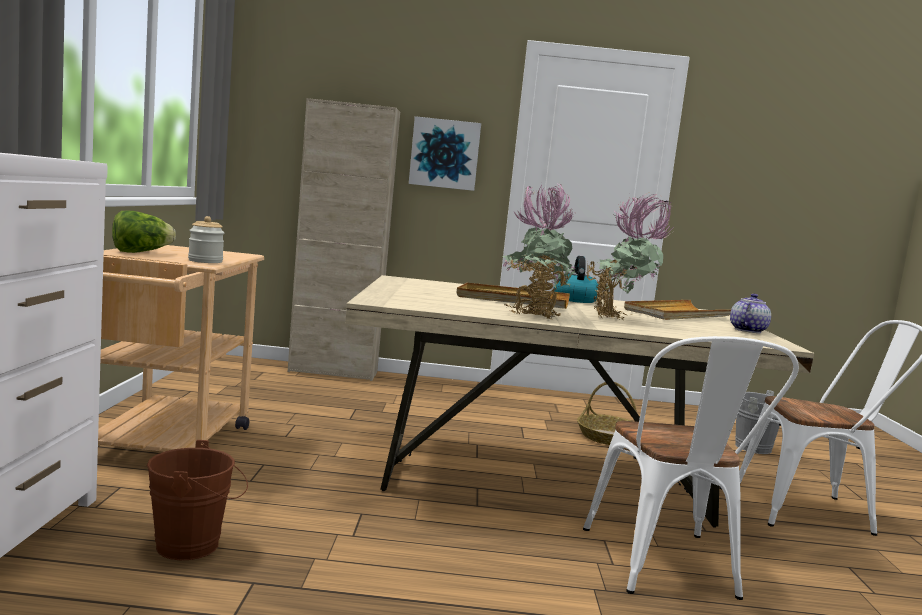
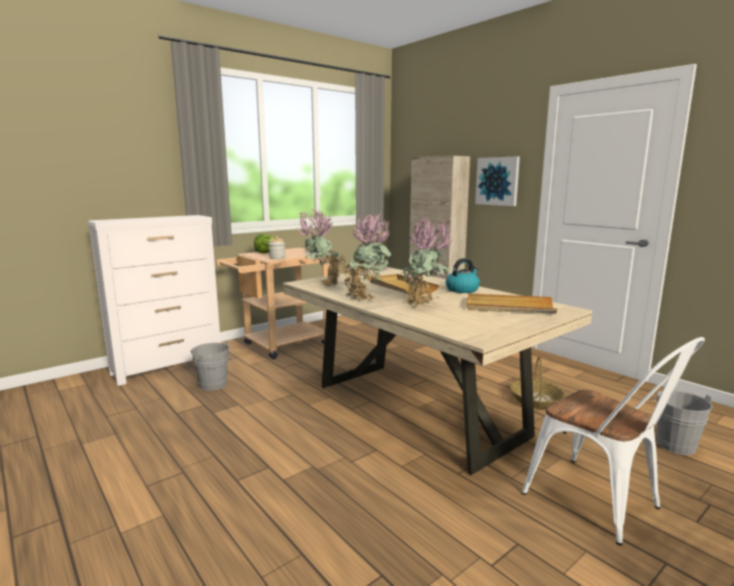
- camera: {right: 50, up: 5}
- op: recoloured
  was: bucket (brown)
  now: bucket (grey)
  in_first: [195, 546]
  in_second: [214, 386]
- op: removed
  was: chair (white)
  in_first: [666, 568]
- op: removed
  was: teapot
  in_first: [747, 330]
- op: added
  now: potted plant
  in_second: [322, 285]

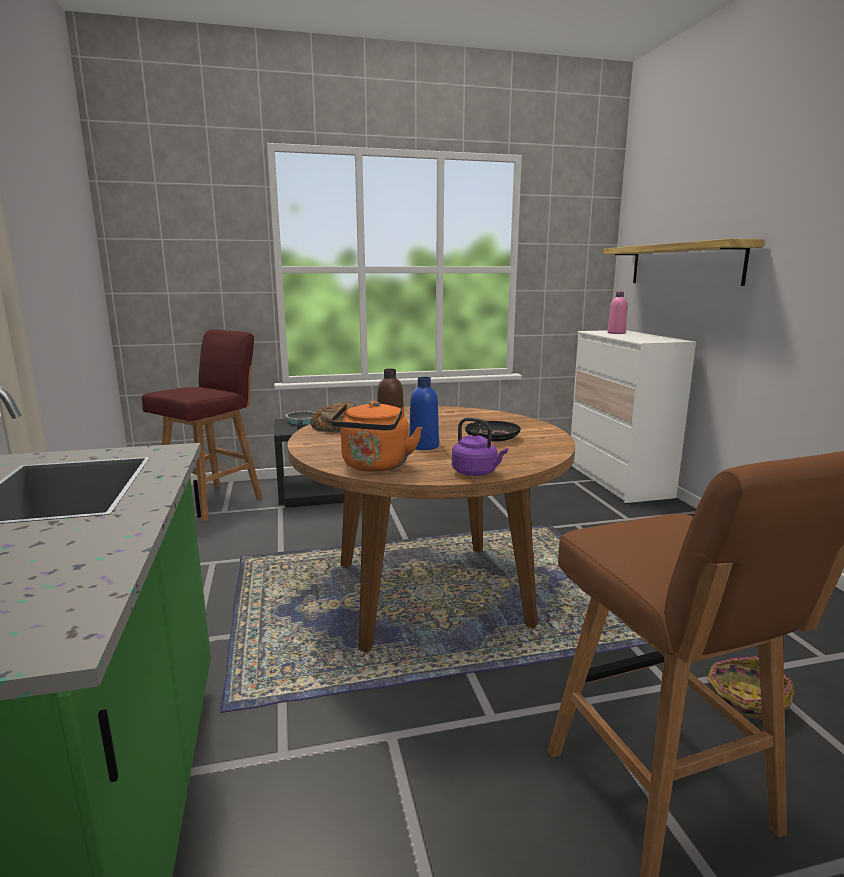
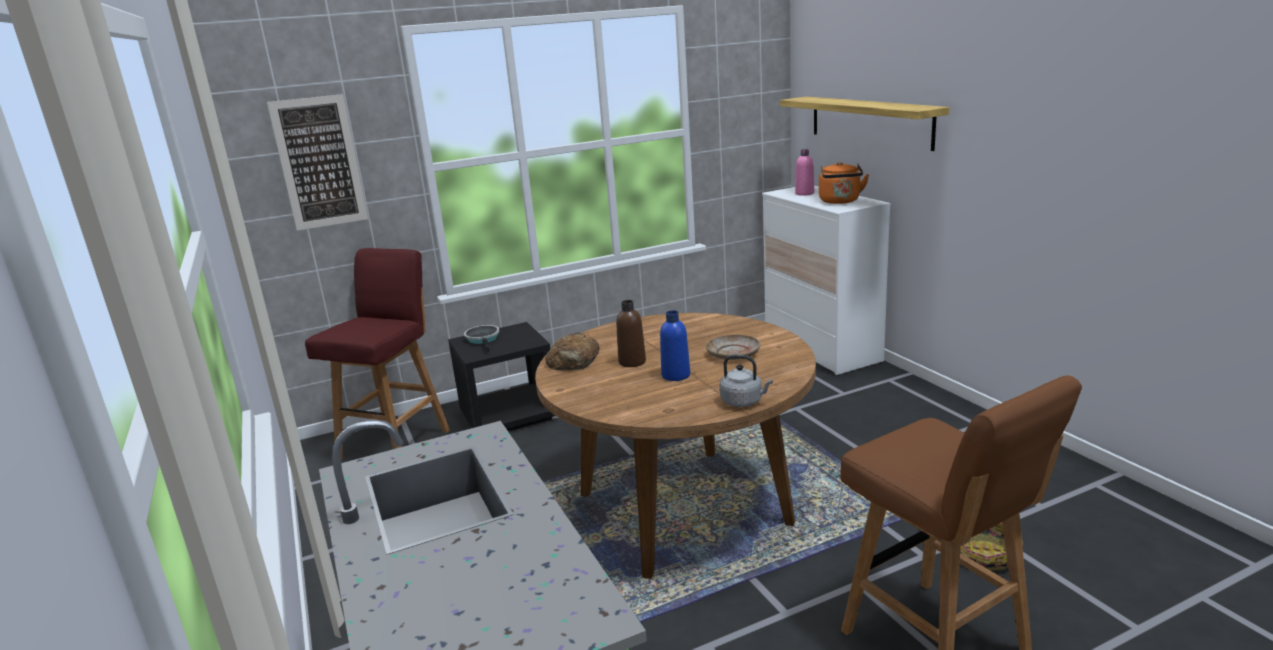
- camera: {right: -10, up: 5}
- op: moved
  was: kettle (orange)
  in_first: [374, 466]
  in_second: [840, 201]
- op: recoloured
  was: kettle (purple)
  now: kettle (grey)
  in_first: [476, 473]
  in_second: [743, 402]
- op: recoloured
  was: plate (black)
  now: plate (beige)
  in_first: [492, 438]
  in_second: [733, 354]
- op: added
  now: picture
  in_second: [319, 163]

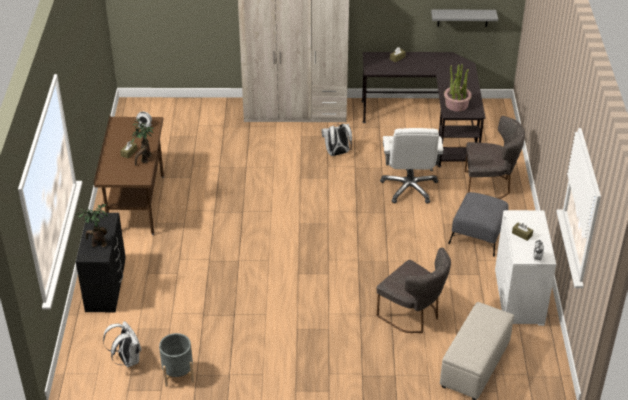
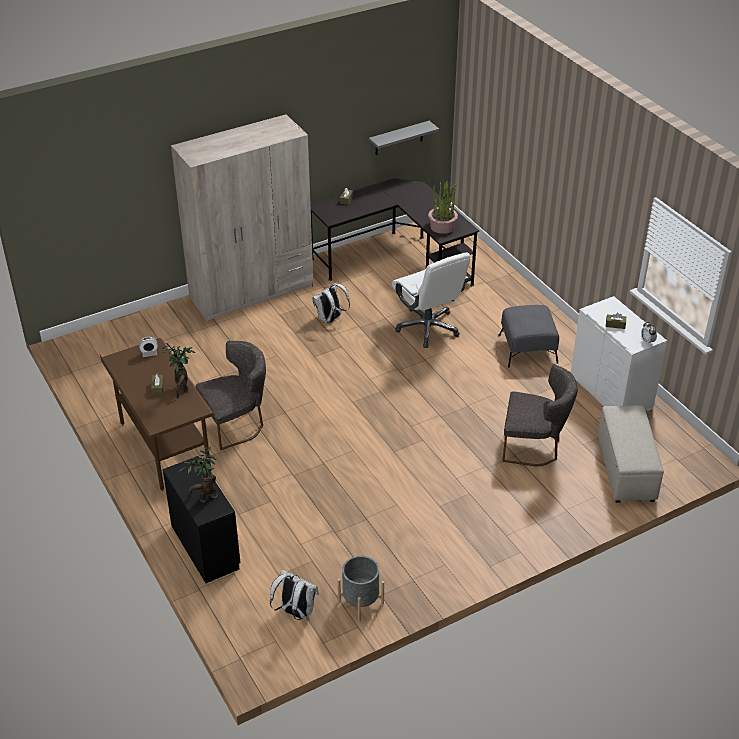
- camera: {right: -30, up: 0}
- op: moved
  was: chair (grey)
  in_first: [489, 186]
  in_second: [237, 425]

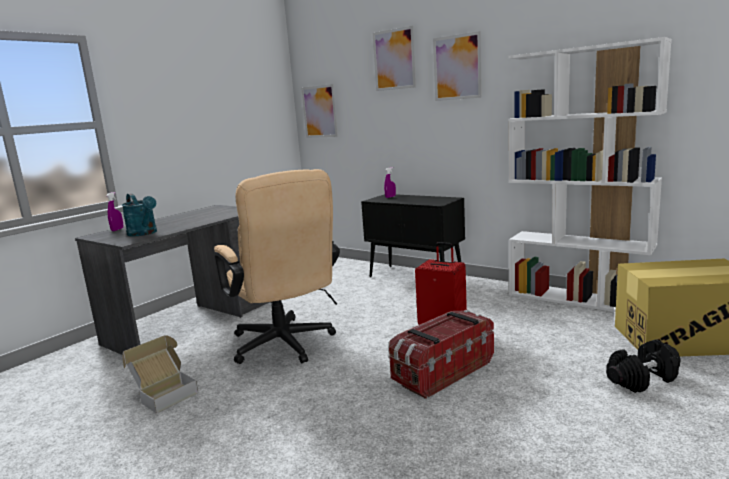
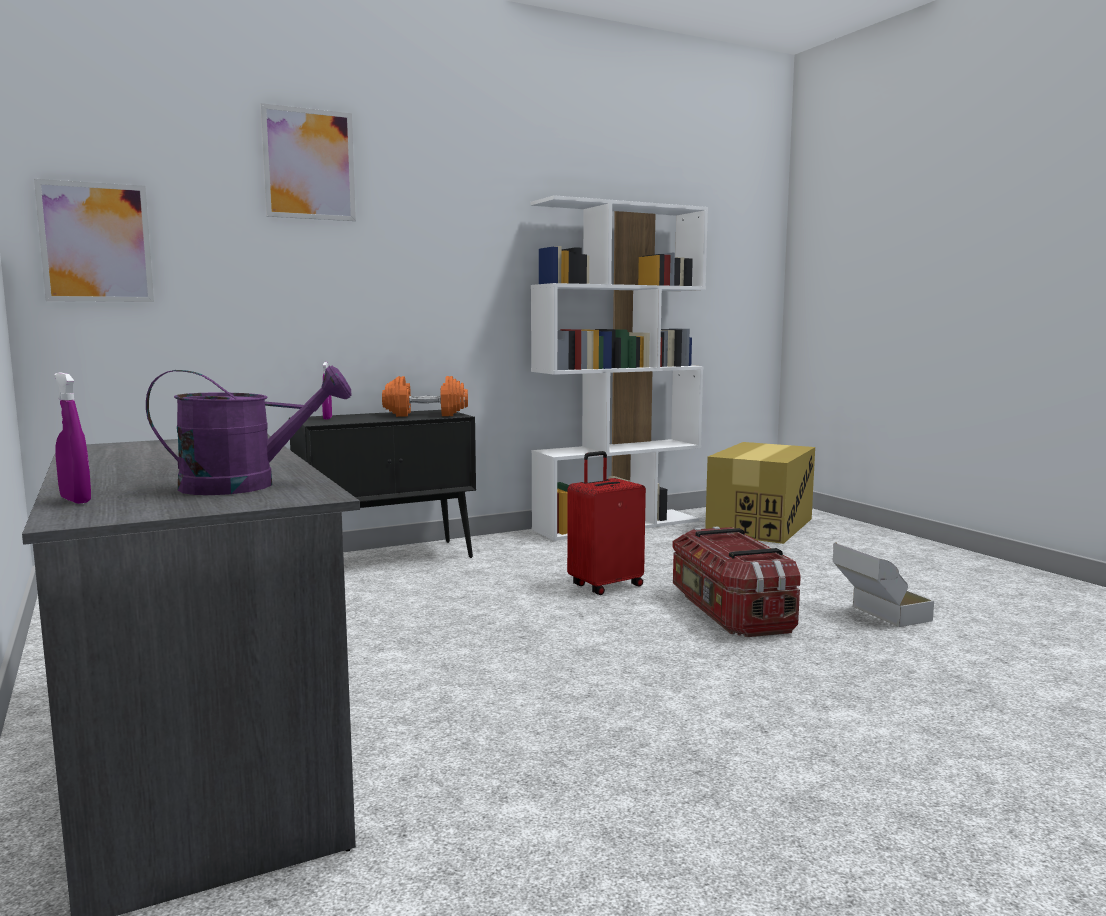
- camera: {right: -65, up: -5}
- op: recoloured
  was: watering can (turquoise)
  now: watering can (purple)
  in_first: [144, 233]
  in_second: [246, 485]
- op: moved
  was: cardboard box
  in_first: [164, 394]
  in_second: [878, 616]
- op: removed
  was: office chair (beige)
  in_first: [286, 346]
- op: removed
  was: picture
  in_first: [457, 67]
- op: removed
  was: dumbbell (black)
  in_first: [642, 380]
- op: added
  now: dumbbell (orange)
  in_second: [426, 414]

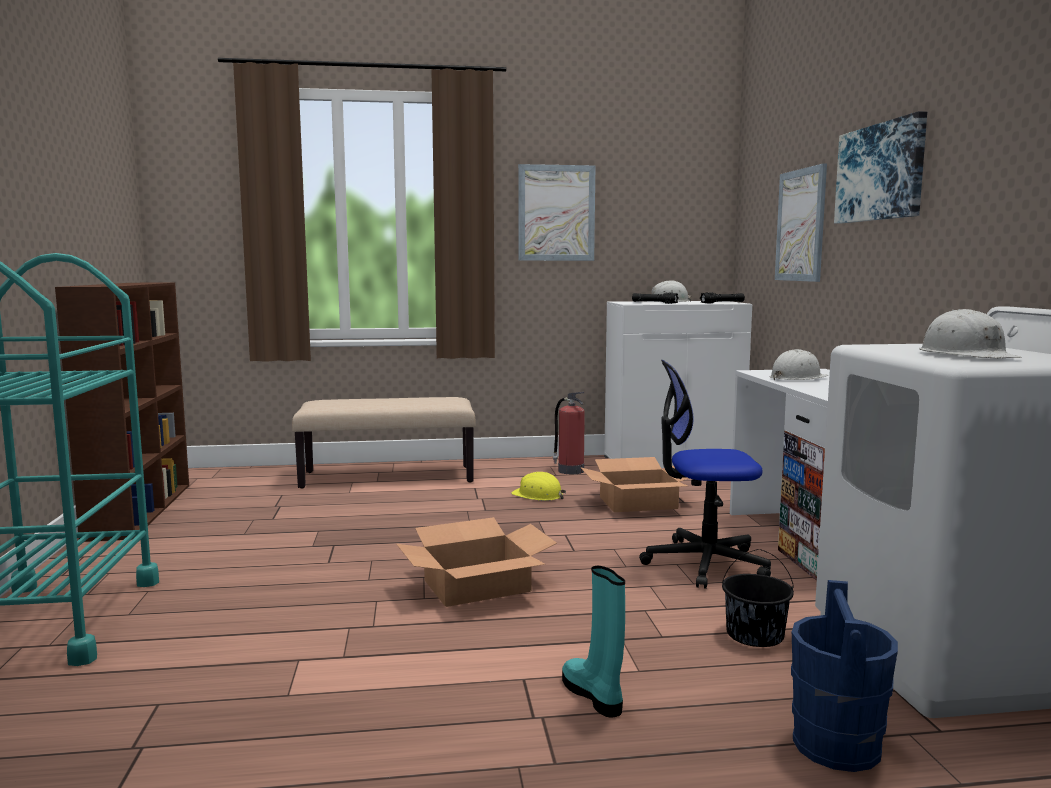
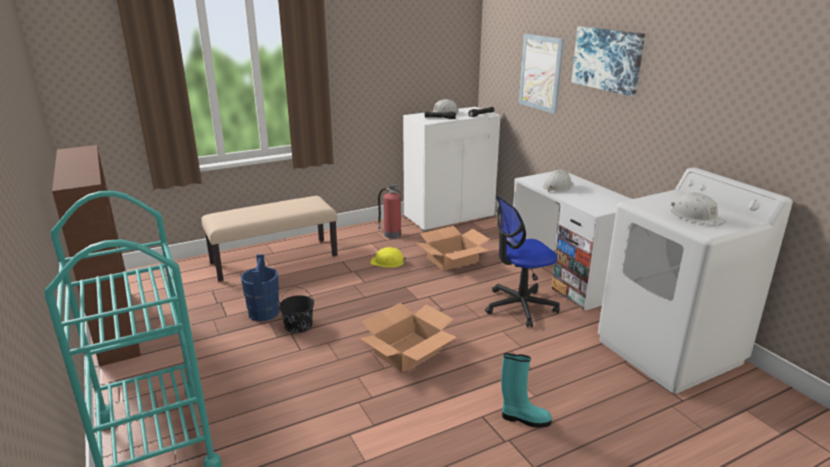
- camera: {right: -20, up: 15}
- op: removed
  was: picture
  in_first: [556, 213]
- op: turned
  was: boot (turquoise)
  in_first: [594, 695]
  in_second: [524, 419]
  clockwise: 150
- op: moved
  was: bucket (black)
  in_first: [754, 634]
  in_second: [298, 325]
- op: moved
  was: bucket (blue)
  in_first: [836, 745]
  in_second: [264, 312]

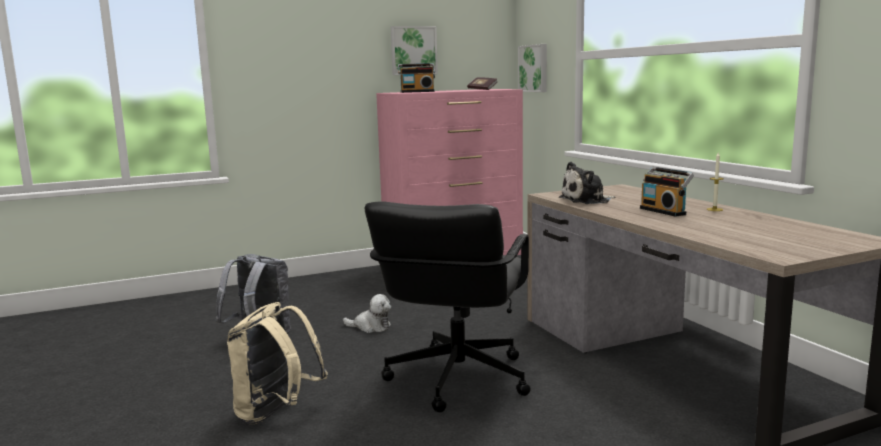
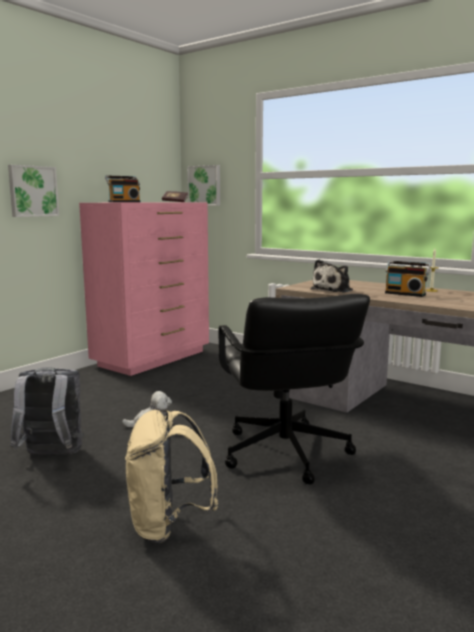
- camera: {right: -30, up: 0}
- op: moved
  was: picture
  in_first: [413, 50]
  in_second: [32, 191]

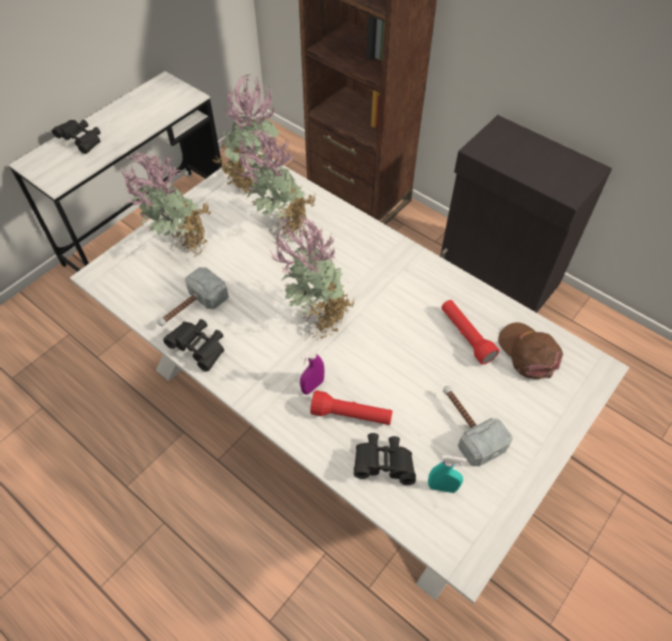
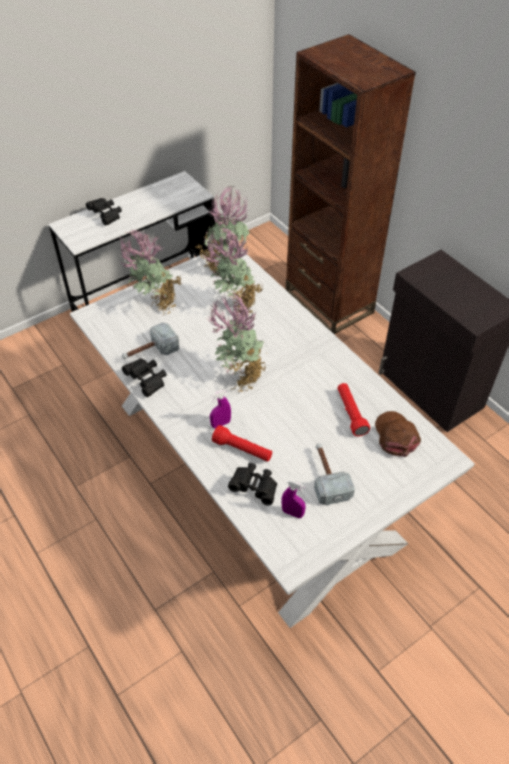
- camera: {right: 15, up: -5}
- op: recoloured
  was: spray bottle (turquoise)
  now: spray bottle (purple)
  in_first: [442, 487]
  in_second: [292, 513]

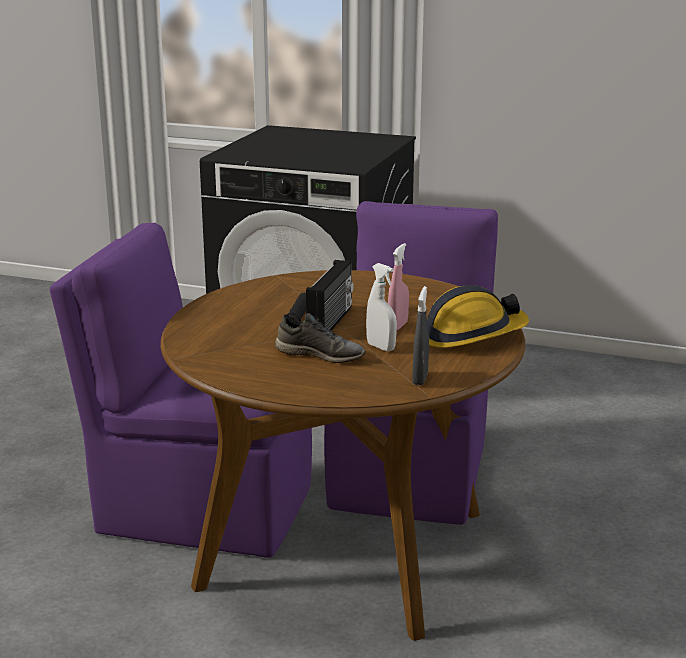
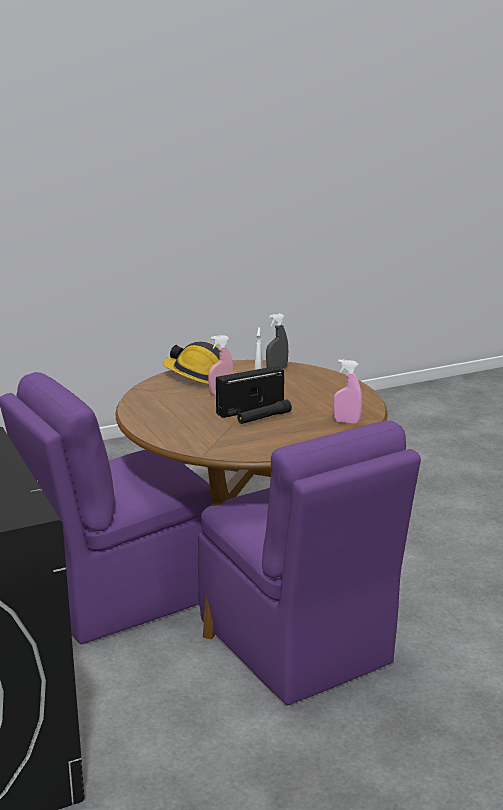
- camera: {right: -135, up: 0}
- op: removed
  was: shoe (grey)
  in_first: [321, 355]
- op: added
  now: spray bottle (pink)
  in_second: [346, 422]

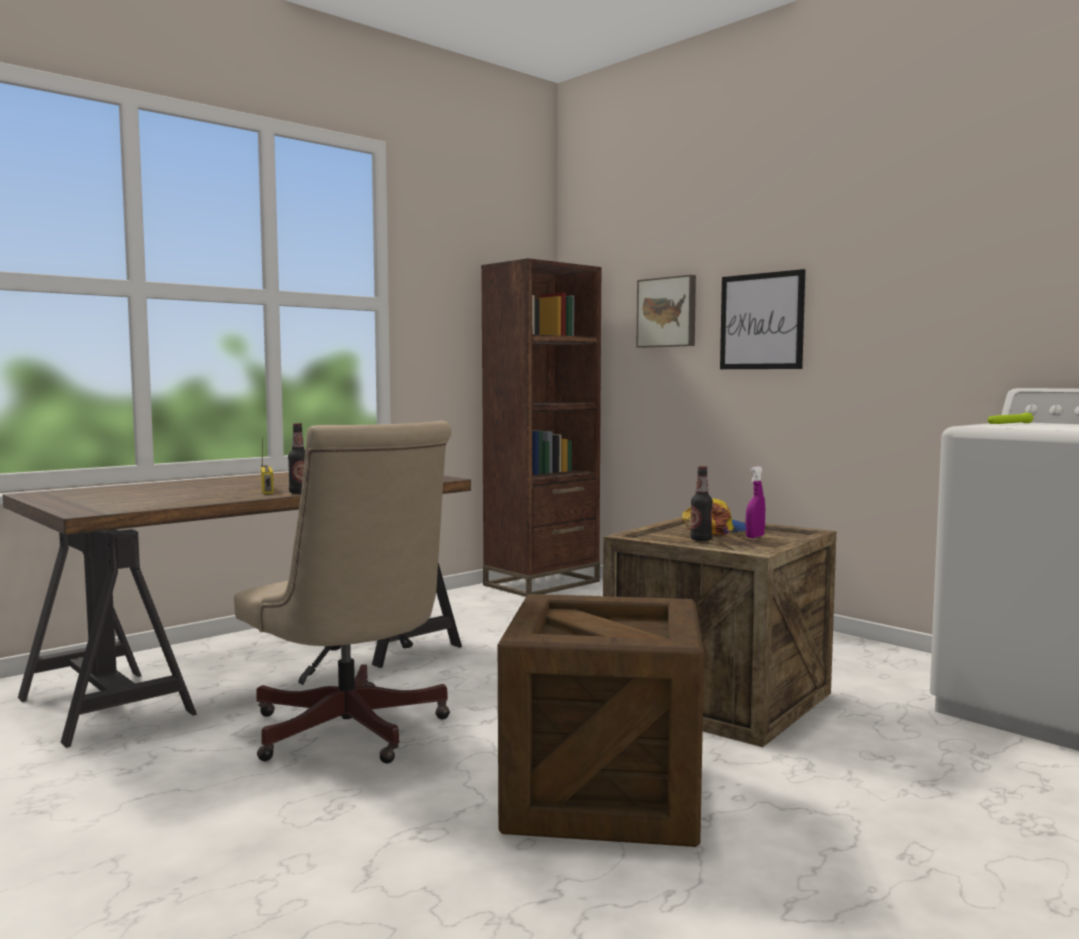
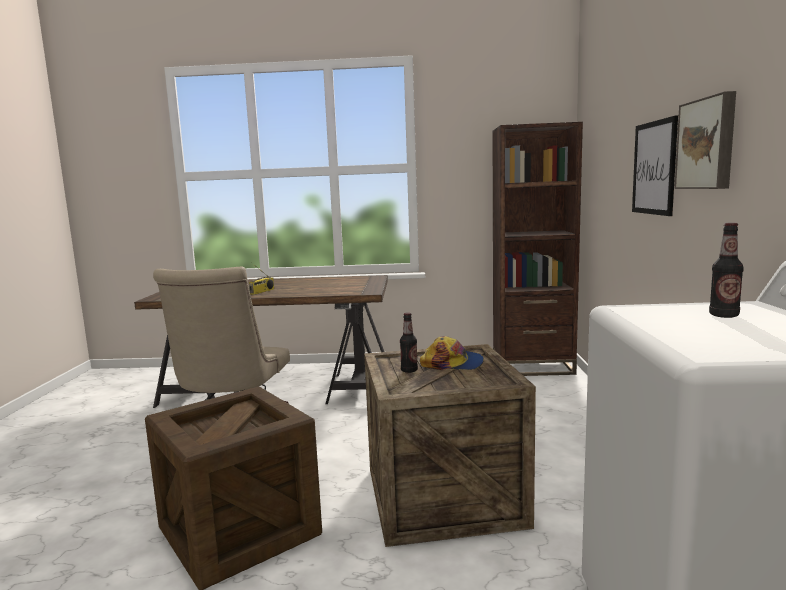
- camera: {right: 45, up: 5}
- op: moved
  was: bottle
  in_first: [299, 492]
  in_second: [723, 315]
- op: moved
  was: picture
  in_first: [668, 312]
  in_second: [708, 144]
- op: removed
  was: spray bottle (purple)
  in_first: [755, 537]
- op: removed
  was: flashlight (green)
  in_first: [1009, 424]

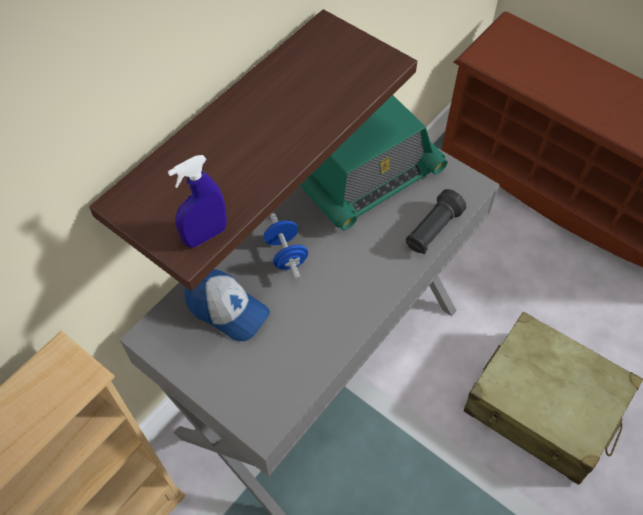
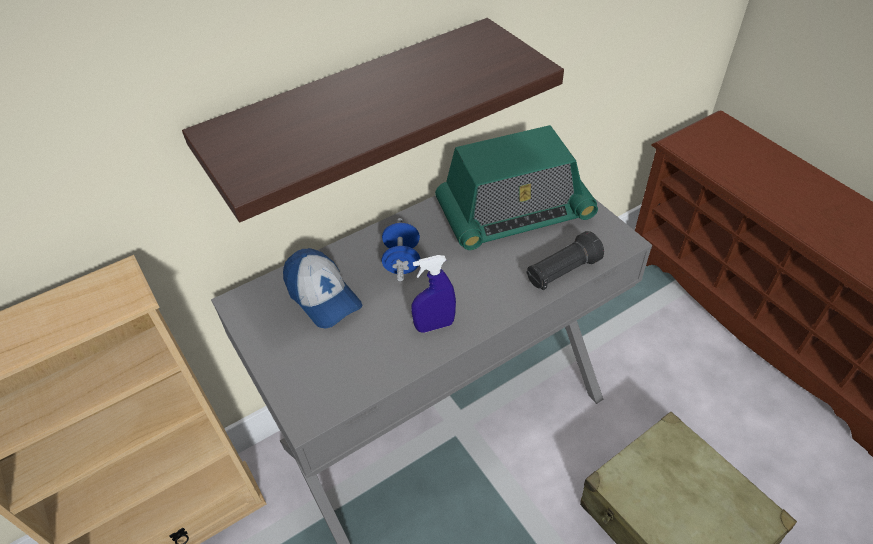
- camera: {right: 20, up: -10}
- op: moved
  was: spray bottle (blue)
  in_first: [205, 235]
  in_second: [434, 325]

